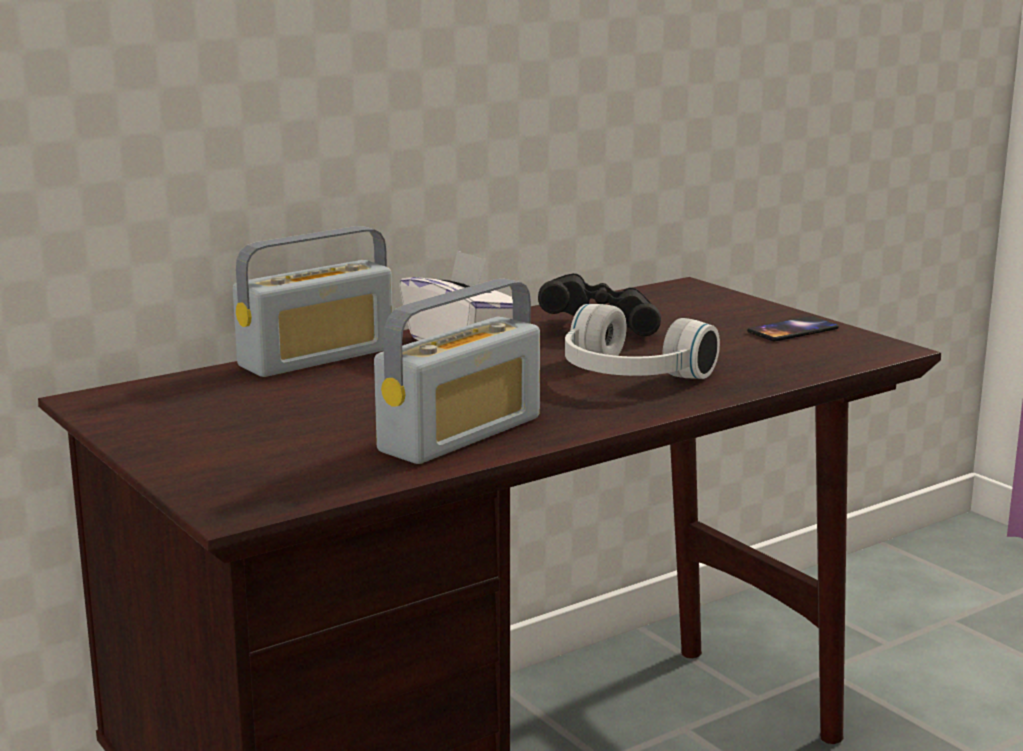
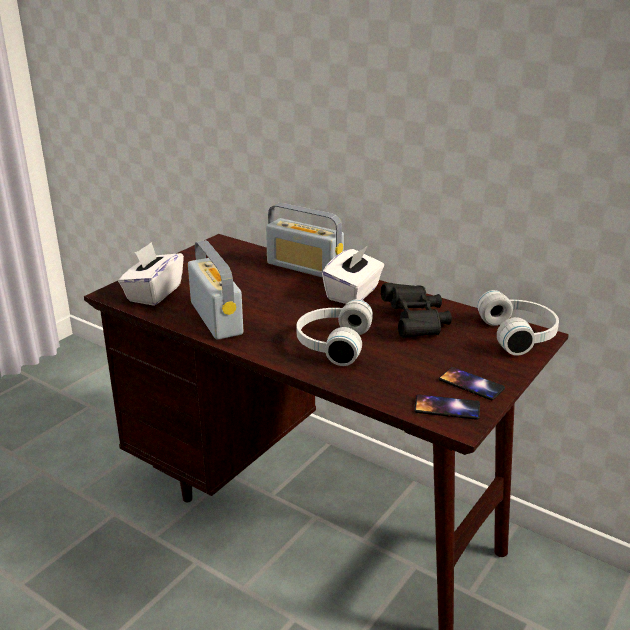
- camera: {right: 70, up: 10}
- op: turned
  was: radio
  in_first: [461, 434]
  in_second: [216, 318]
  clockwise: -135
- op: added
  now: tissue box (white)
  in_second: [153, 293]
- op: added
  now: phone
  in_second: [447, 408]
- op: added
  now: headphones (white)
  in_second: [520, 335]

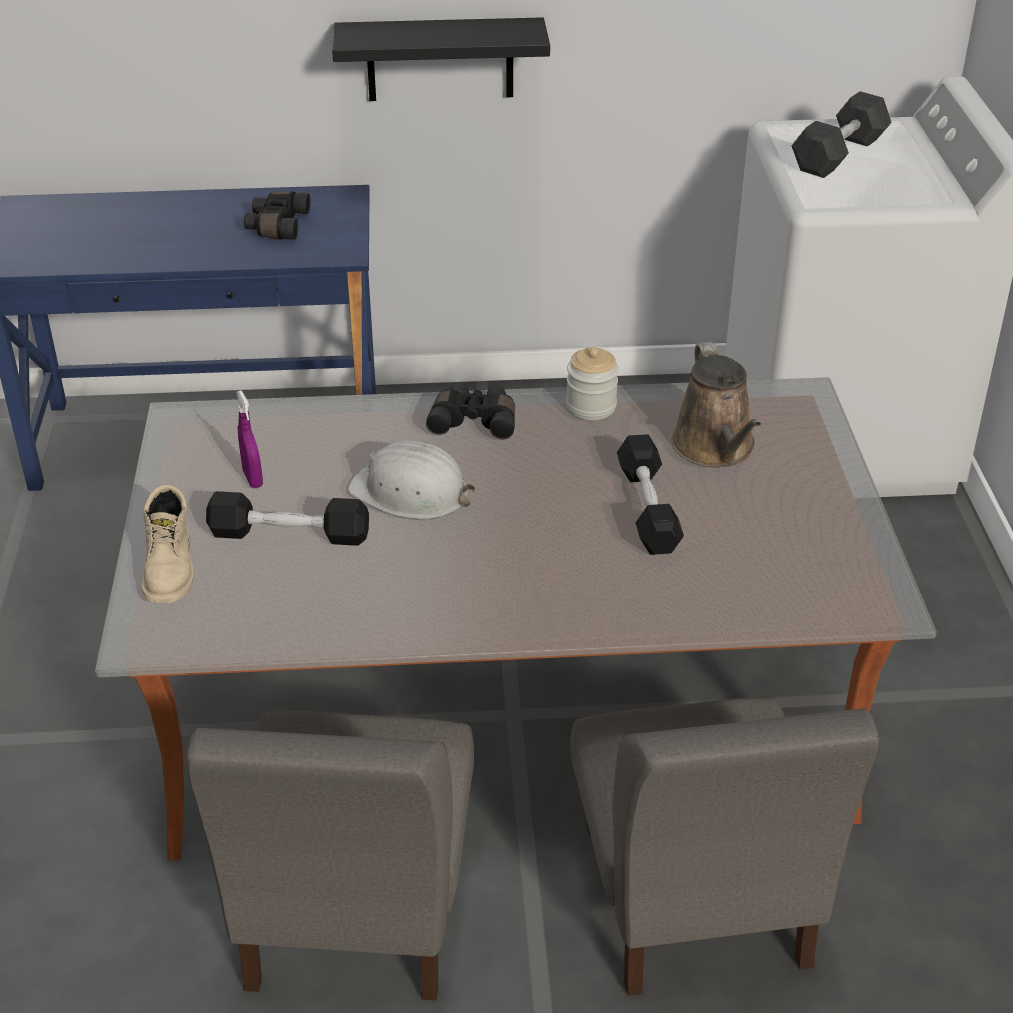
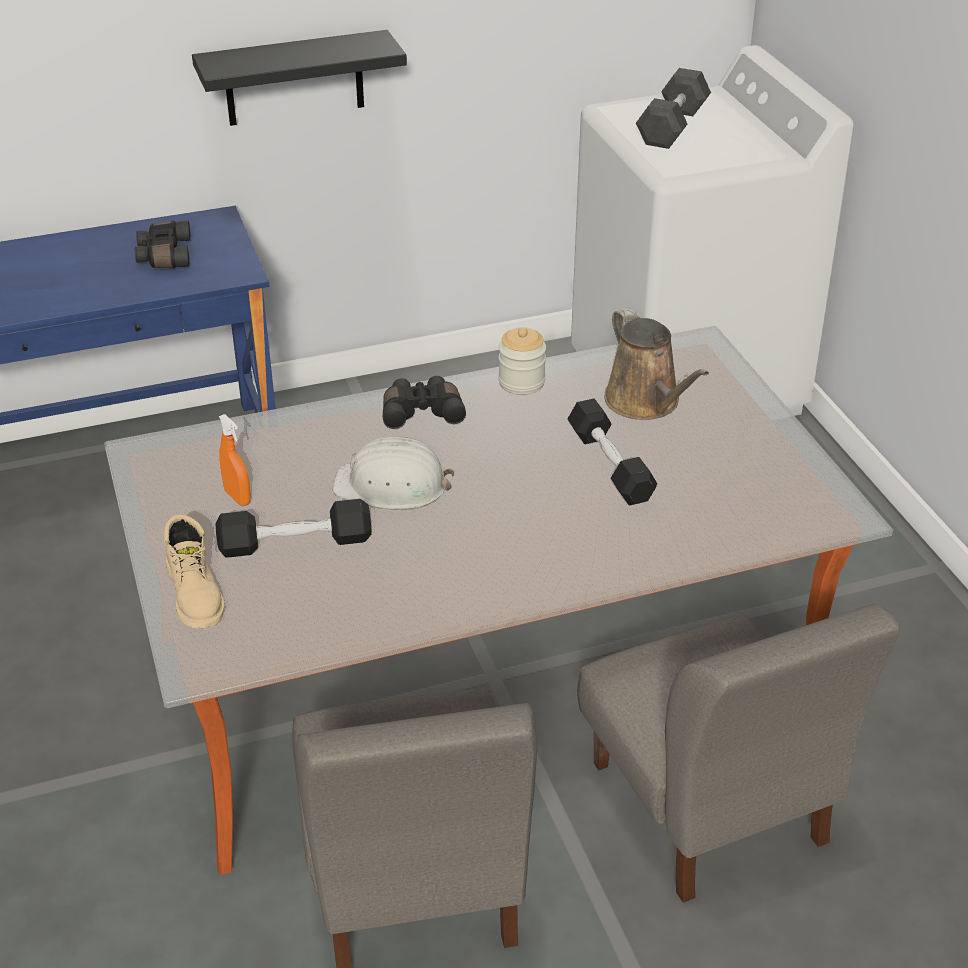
- camera: {right: -15, up: 0}
- op: recoloured
  was: spray bottle (purple)
  now: spray bottle (orange)
  in_first: [253, 479]
  in_second: [237, 497]

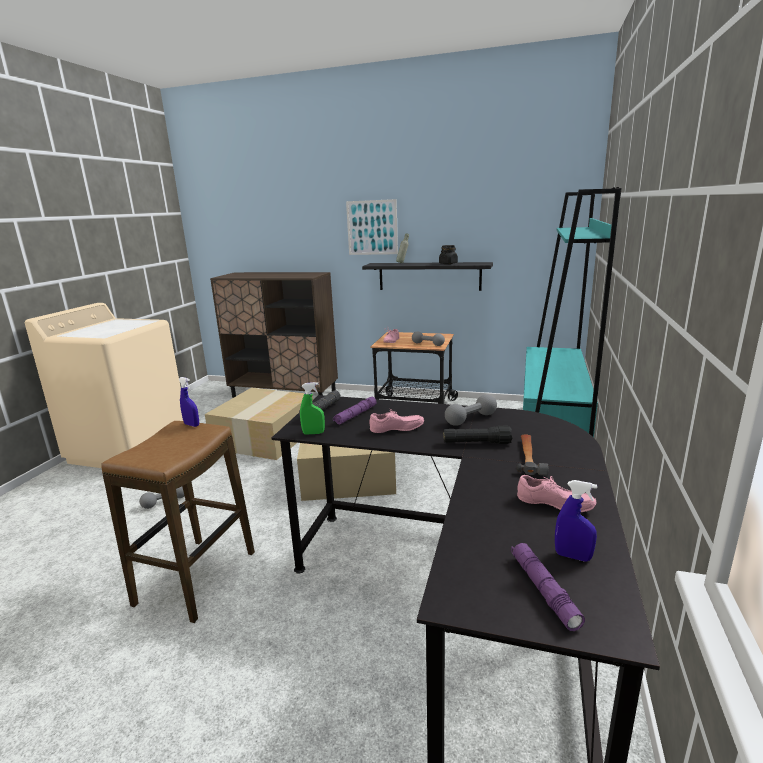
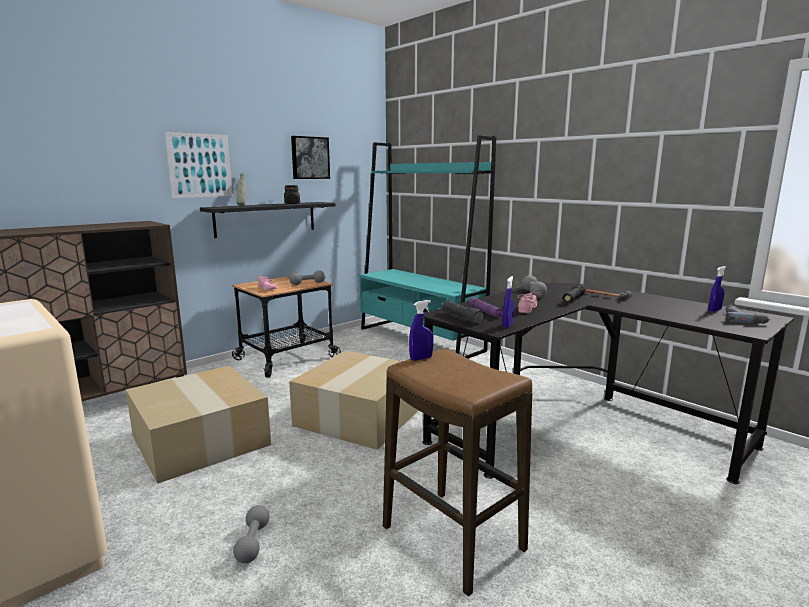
- camera: {right: -60, up: -5}
- op: recoloured
  was: spray bottle (green)
  now: spray bottle (blue)
  in_first: [313, 433]
  in_second: [507, 325]
- op: replaced
  was: flashlight (purple)
  now: power drill
  in_first: [543, 589]
  in_second: [742, 319]
- op: removed
  was: shoe (pink)
  in_first: [554, 505]
- op: added
  now: picture
  in_second: [309, 158]

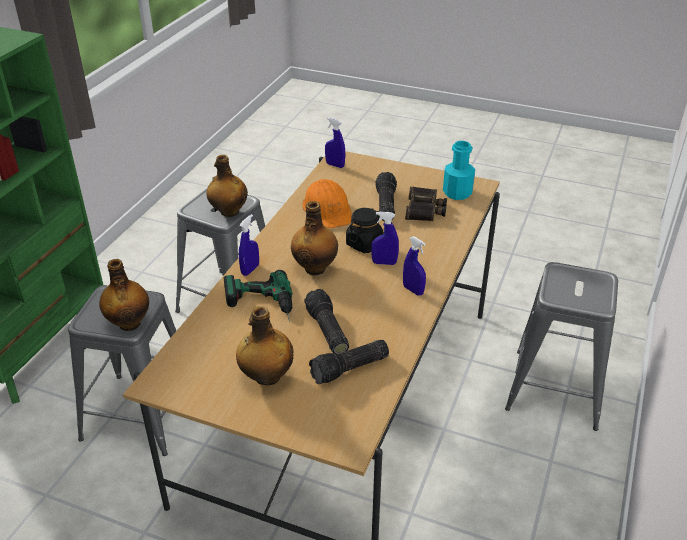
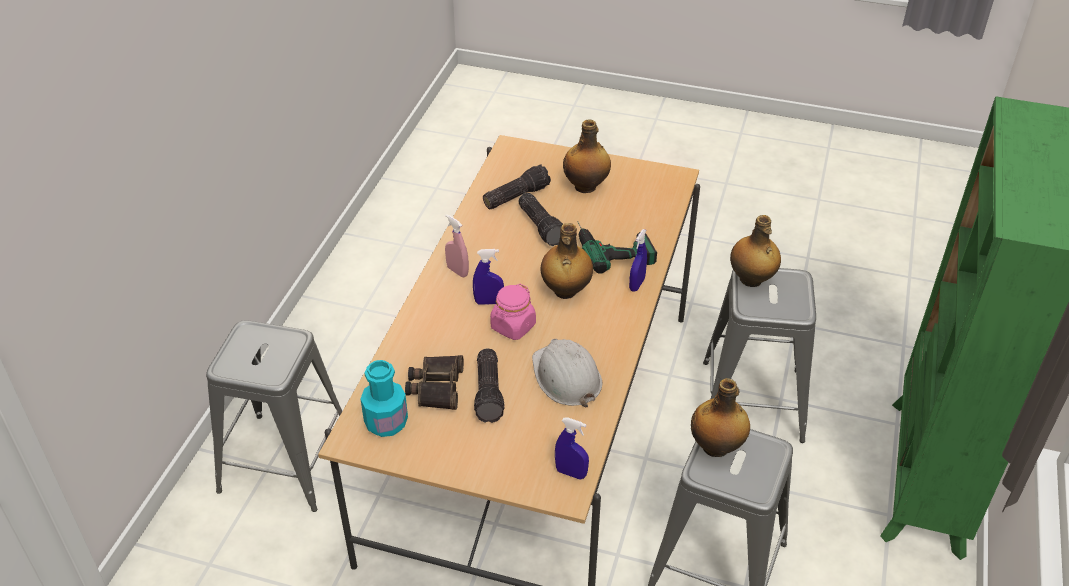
- camera: {right: 175, up: 5}
- op: recoloured
  was: hard hat (orange)
  now: hard hat (white)
  in_first: [328, 210]
  in_second: [566, 377]
- op: recoloured
  was: jar (black)
  now: jar (pink)
  in_first: [364, 244]
  in_second: [513, 326]
- op: recoloured
  was: spray bottle (blue)
  now: spray bottle (pink)
  in_first: [413, 290]
  in_second: [457, 271]

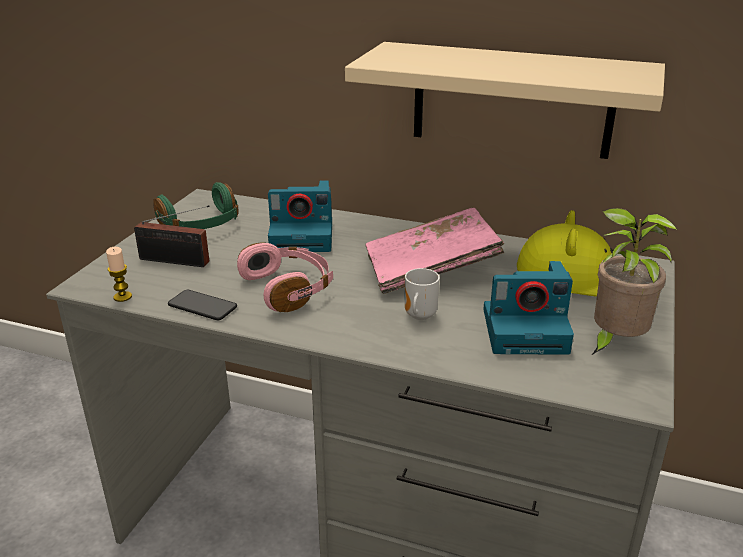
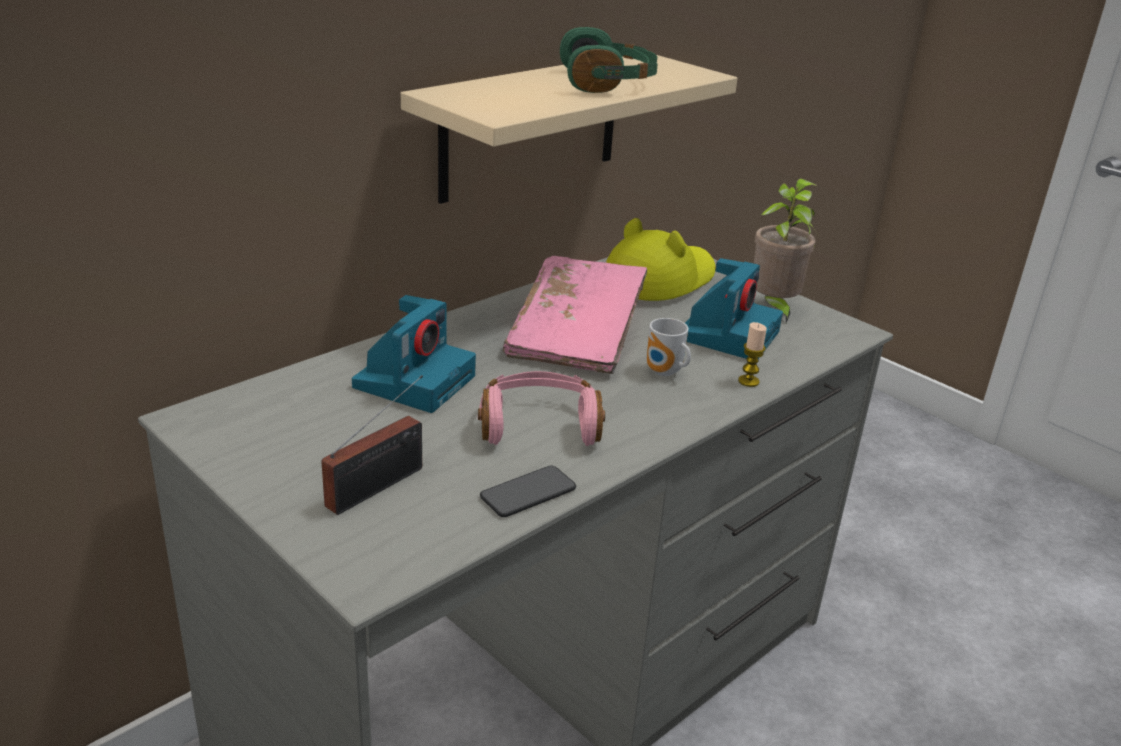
- camera: {right: -65, up: 0}
- op: moved
  was: candle
  in_first: [122, 297]
  in_second: [748, 381]
- op: moved
  was: headphones (green)
  in_first: [201, 225]
  in_second: [608, 82]

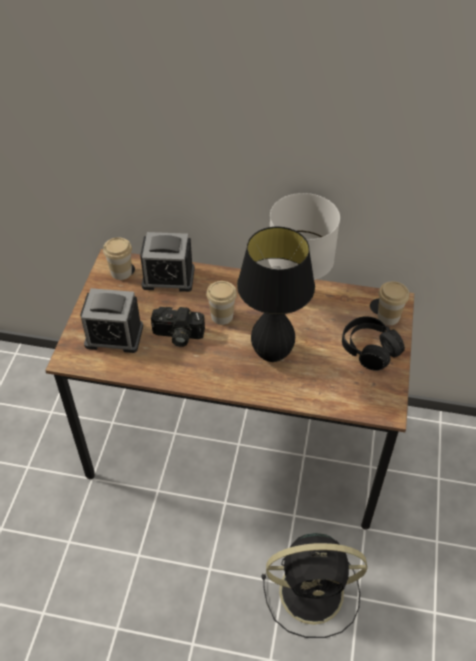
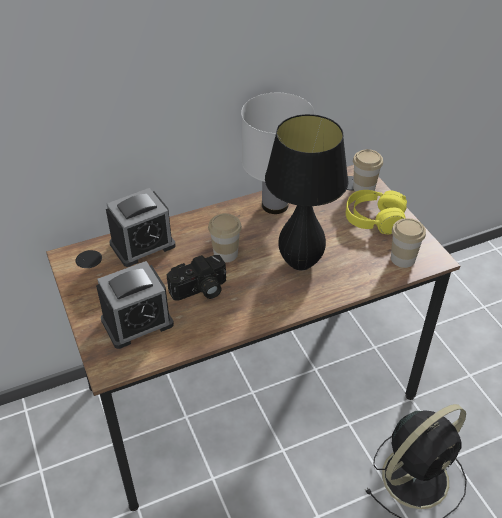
- camera: {right: -35, up: -5}
- op: moved
  was: cup
  in_first: [121, 272]
  in_second: [402, 259]
- op: recoloured
  was: headphones (black)
  now: headphones (yellow)
  in_first: [369, 349]
  in_second: [374, 219]

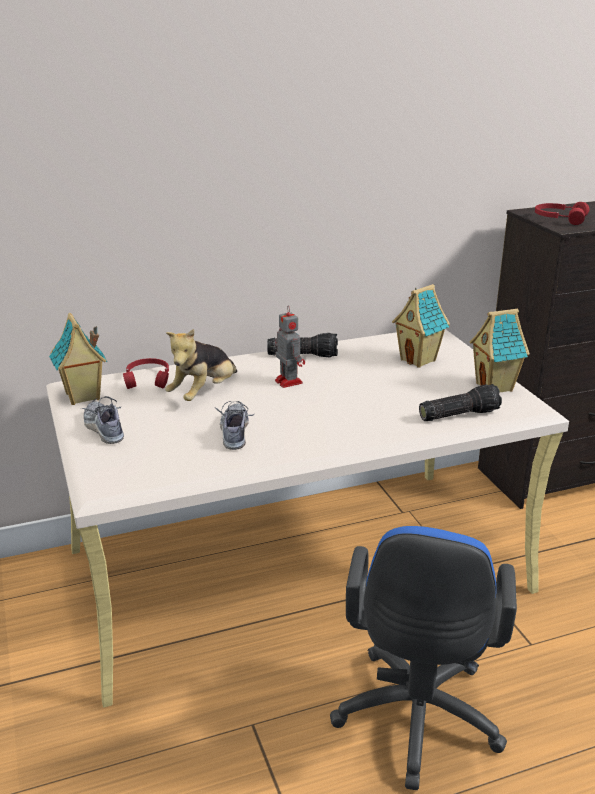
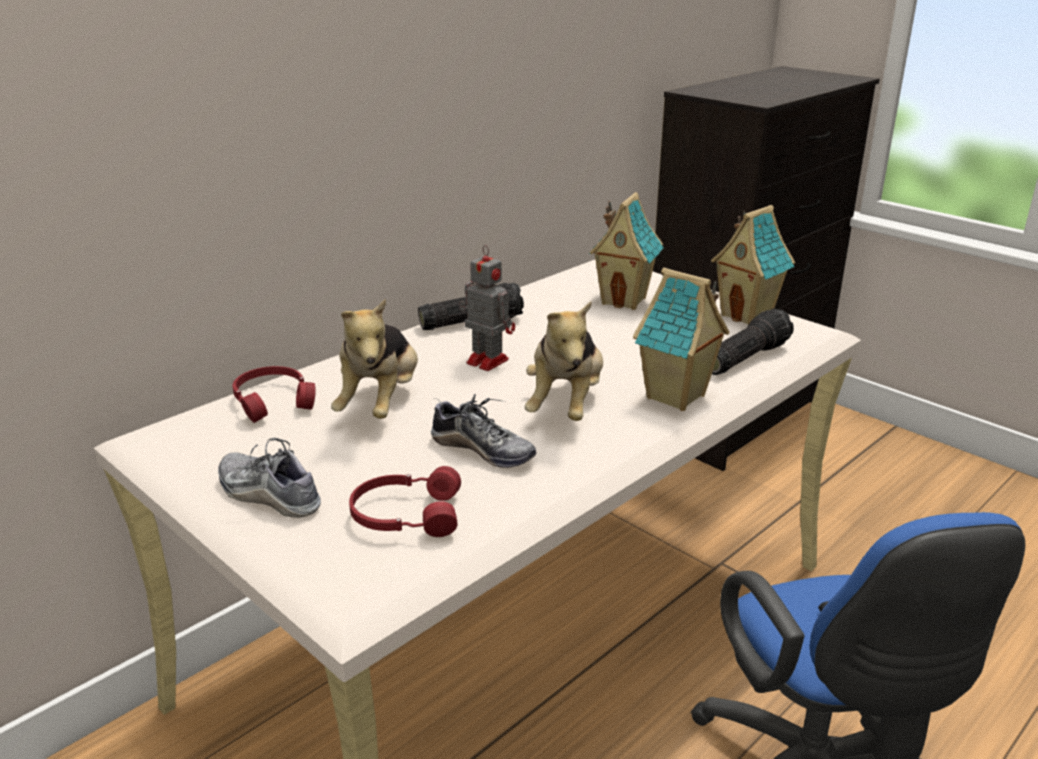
- camera: {right: -25, up: 0}
- op: moved
  was: toy house
  in_first: [82, 397]
  in_second: [677, 397]
- op: turned
  was: shoe
  in_first: [234, 432]
  in_second: [483, 450]
  clockwise: 150
- op: moved
  was: headphones (red)
  in_first: [559, 219]
  in_second: [405, 515]
- op: added
  now: plush toy
  in_second: [566, 405]

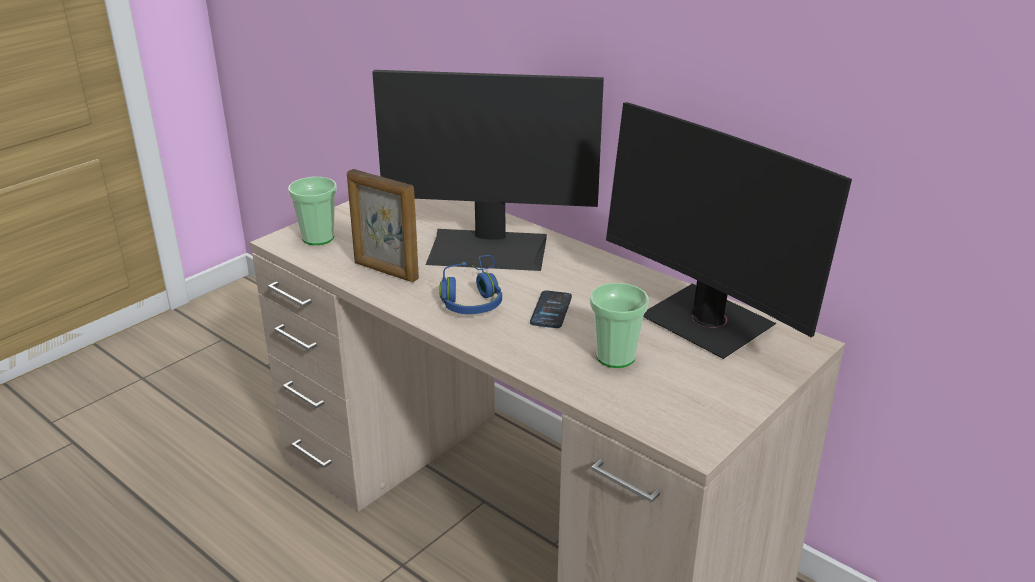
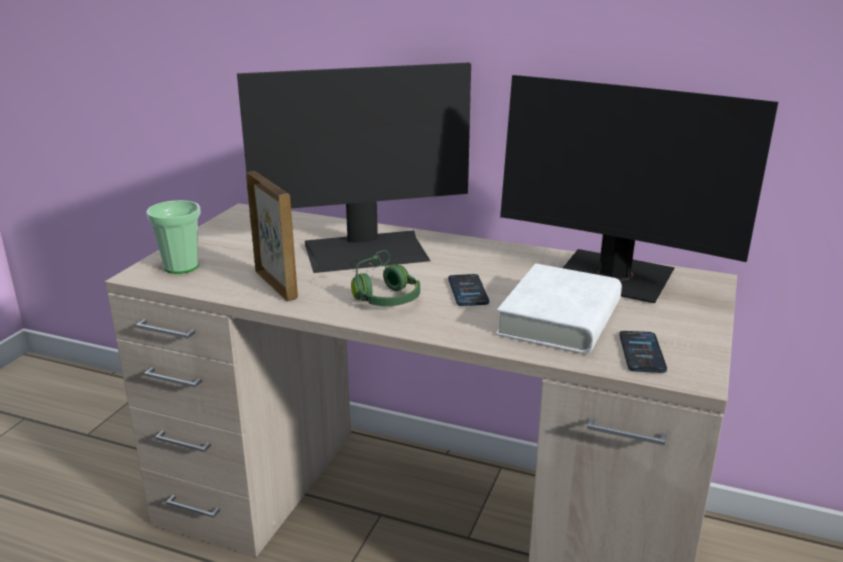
- camera: {right: -20, up: -5}
- op: turned
  was: picture frame
  in_first: [385, 271]
  in_second: [276, 284]
  clockwise: -135
- op: recoloured
  was: headphones (blue)
  now: headphones (green)
  in_first: [473, 299]
  in_second: [384, 294]
- op: replaced
  was: cup
  now: book (white)
  in_first: [615, 357]
  in_second: [560, 319]
- op: added
  now: phone
  in_second: [641, 353]

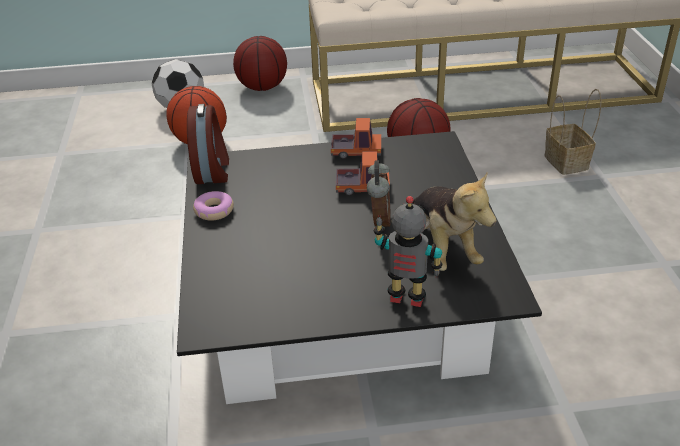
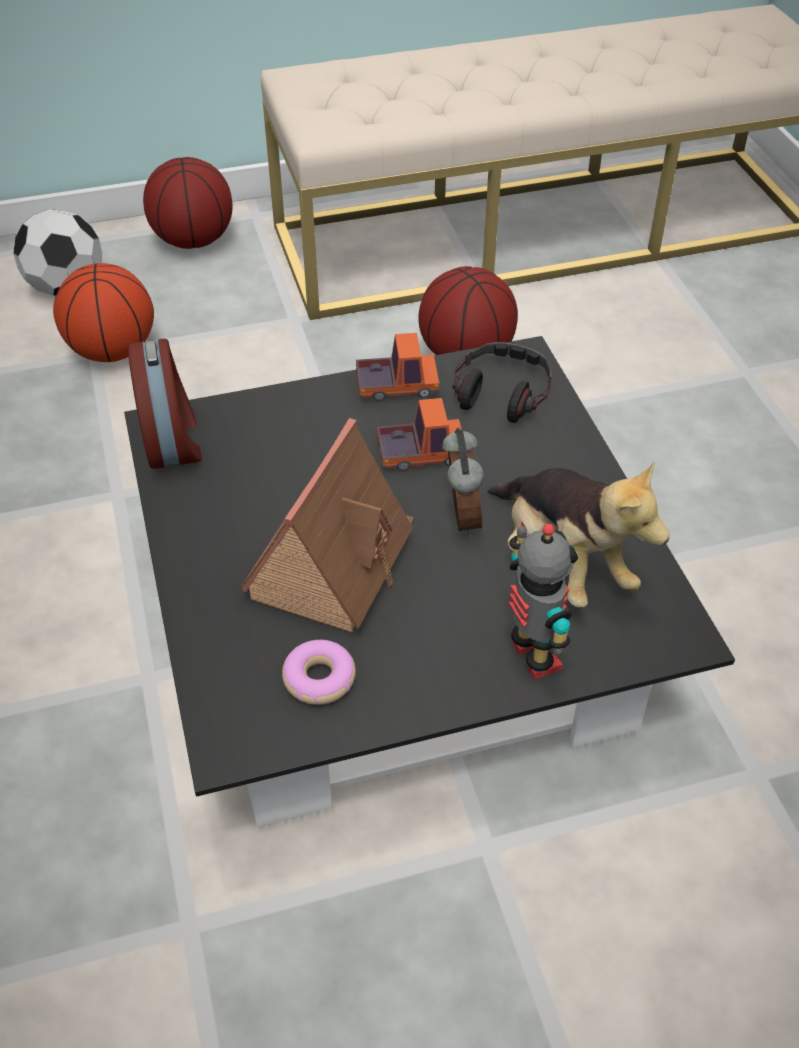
- camera: {right: -10, up: 10}
- op: moved
  was: donut
  in_first: [214, 211]
  in_second: [319, 679]
- op: turned
  was: toy robot
  in_first: [406, 300]
  in_second: [532, 658]
  clockwise: 60
- op: removed
  was: basket
  in_first: [567, 163]
- op: added
  now: toy house
  in_second: [332, 561]
- op: added
  now: headphones
  in_second: [501, 391]

